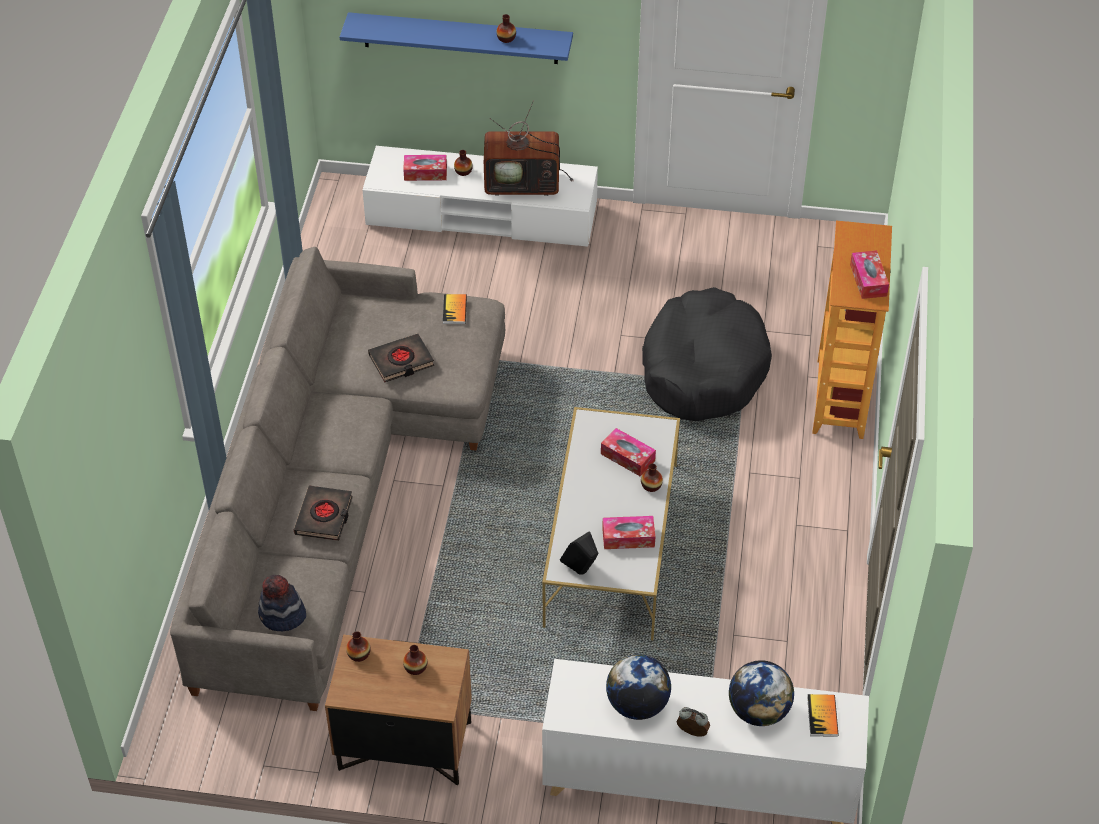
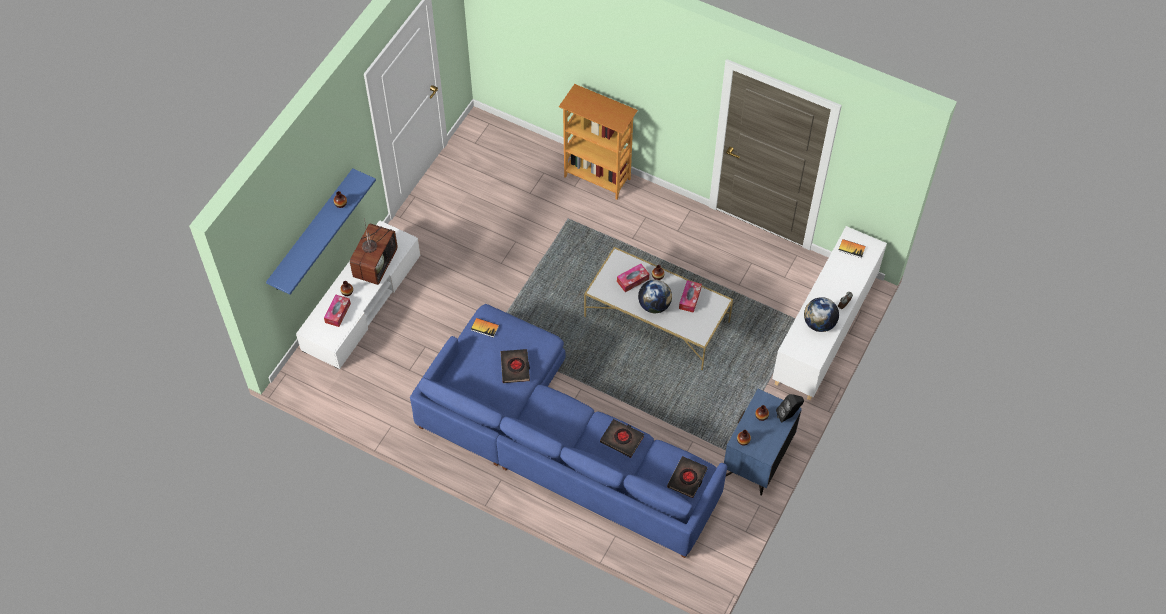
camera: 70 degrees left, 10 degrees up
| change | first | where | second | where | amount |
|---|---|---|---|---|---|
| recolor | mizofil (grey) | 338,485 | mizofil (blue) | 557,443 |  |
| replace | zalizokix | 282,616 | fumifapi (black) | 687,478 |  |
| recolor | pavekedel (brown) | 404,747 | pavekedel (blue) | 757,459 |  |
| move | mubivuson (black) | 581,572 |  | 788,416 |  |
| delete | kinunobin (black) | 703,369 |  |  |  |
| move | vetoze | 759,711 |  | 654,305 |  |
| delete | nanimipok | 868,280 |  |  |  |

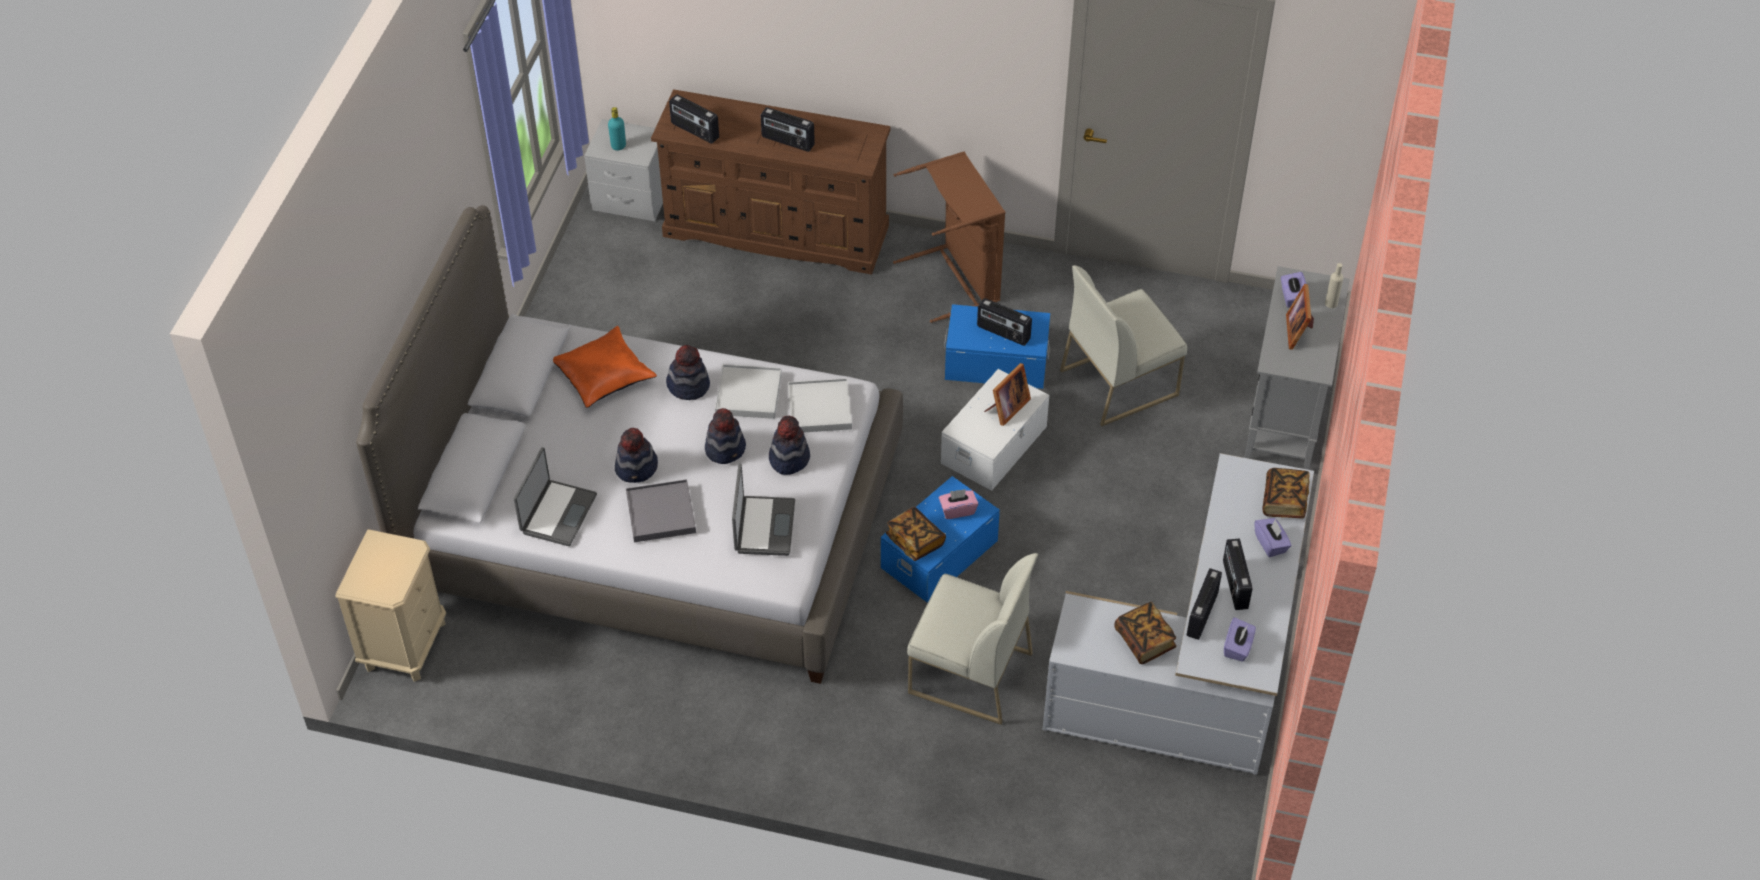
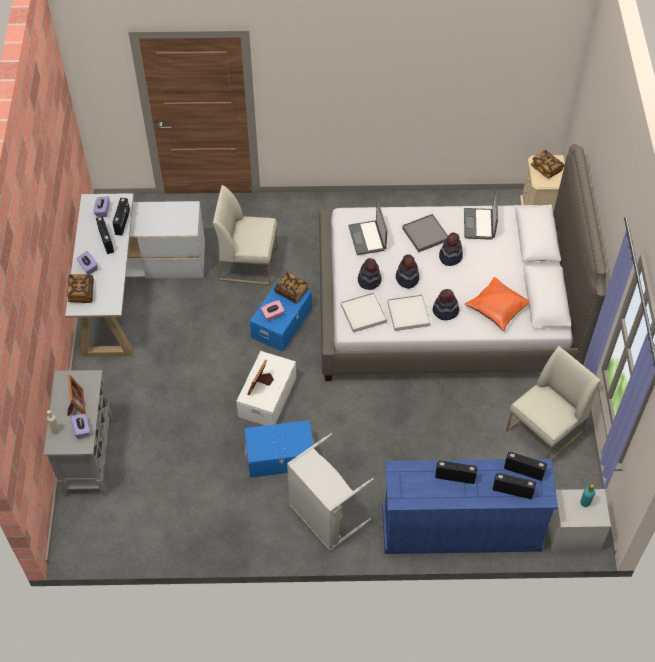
camera: 165 degrees right, 5 degrees up
| change | first | where | second | where | amount |
|---|---|---|---|---|---|
| recolor | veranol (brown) | 777,231 | veranol (blue) | 460,529 |  |
| recolor | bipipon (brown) | 957,279 | bipipon (grey) | 323,517 |  |
| move | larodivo | 1003,333 |  | 512,491 |  |
| move | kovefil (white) | 1119,382 |  | 545,432 |  |
| move | fumifapi | 1144,641 |  | 546,169 |  |

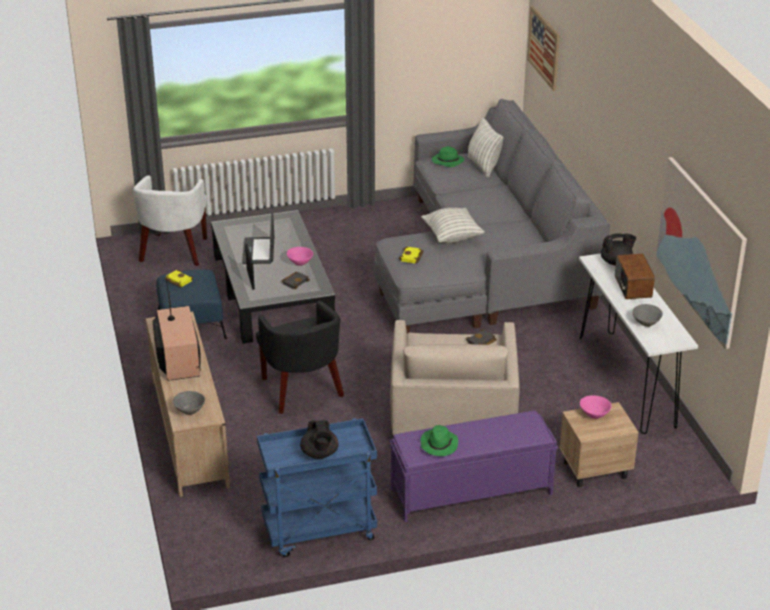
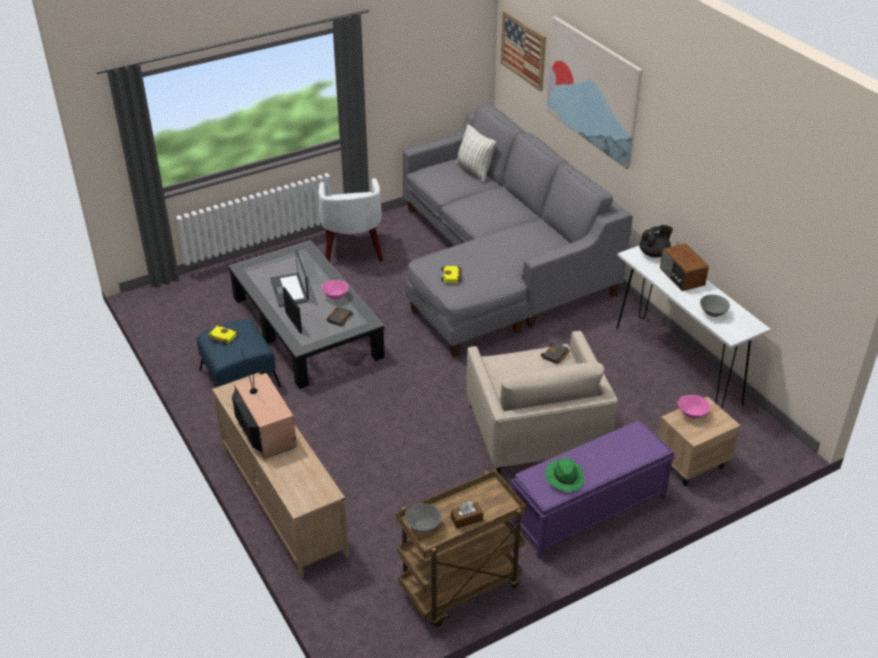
camera: 15 degrees left, 5 degrees up
| change | first | where | second | where | amount |
|---|---|---|---|---|---|
| move | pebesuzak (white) | 174,251 |  | 352,251 |  |
| move | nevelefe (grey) | 189,410 |  | 423,526 |  |
| delete | pebesuzak (black) | 302,390 |  |  |  |
| recolor | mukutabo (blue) | 319,532 | mukutabo (brown) | 459,589 |  |
| replace | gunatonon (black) | 319,454 | nanimipok (brown) | 466,519 |  |
| delete | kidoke | 452,236 |  |  |  |
| delete | zalizokix (green) | 447,162 |  |  |  |
| move | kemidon | 701,250 |  | 593,91 |  |

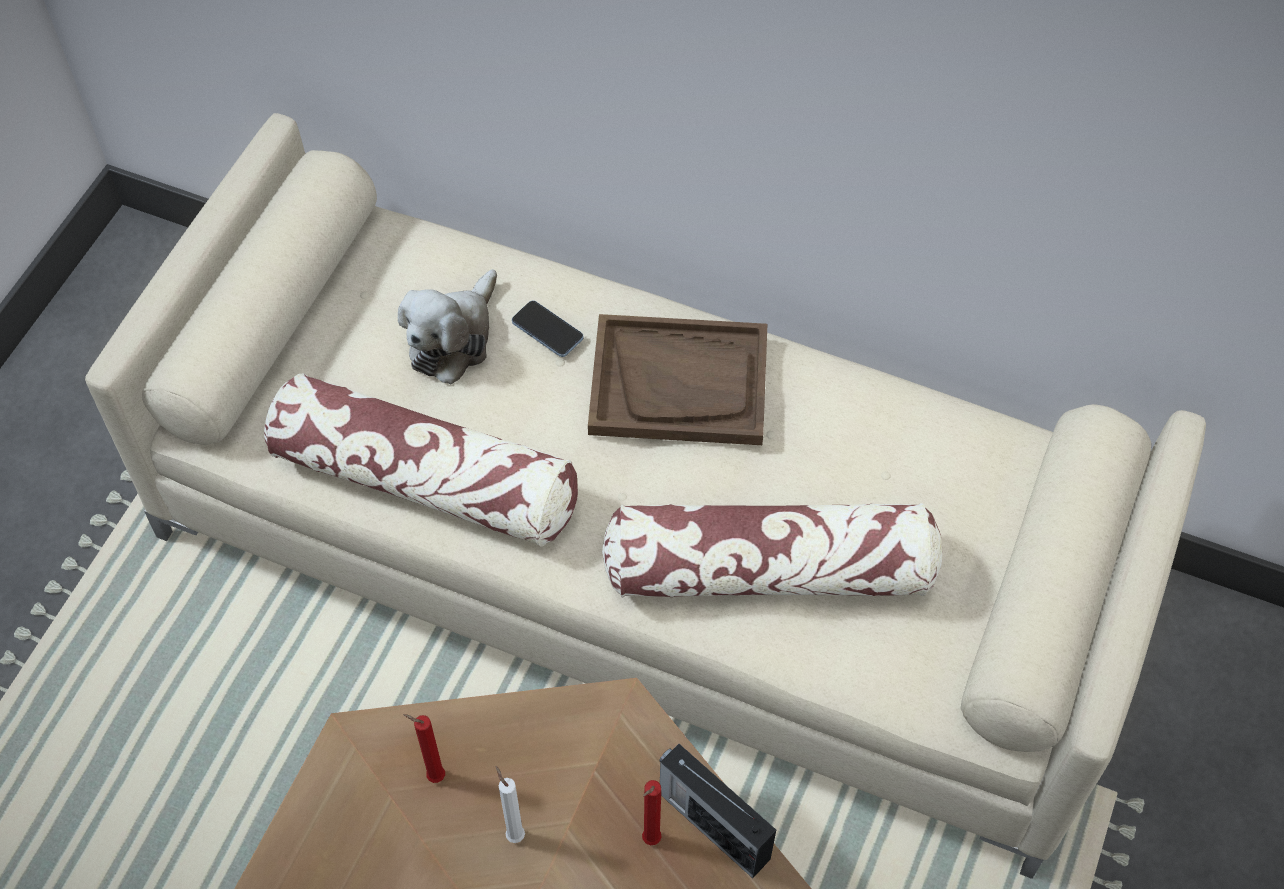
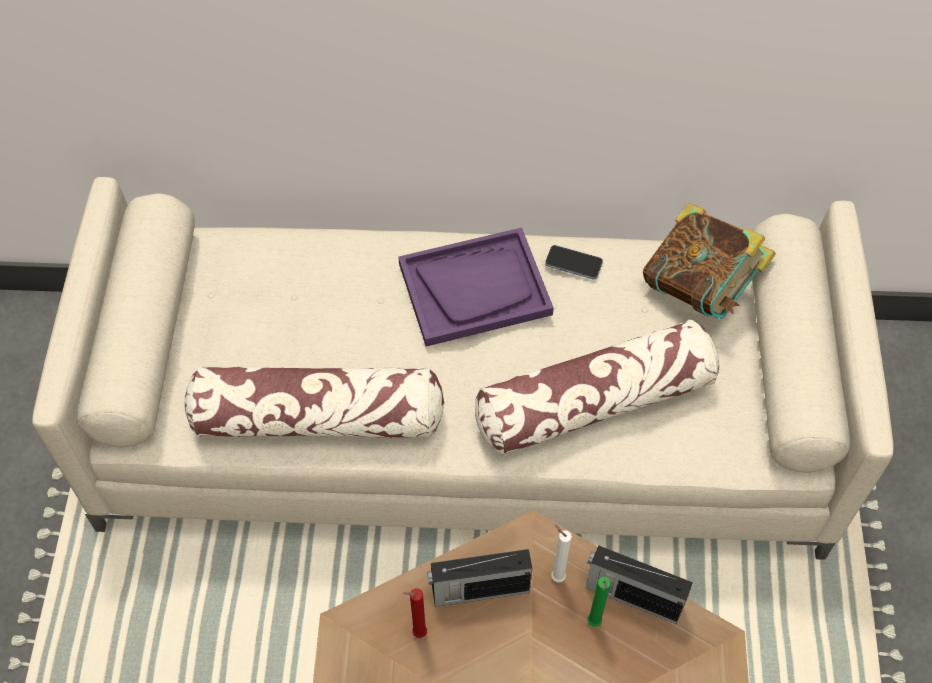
camera: 20 degrees left, 0 degrees up
| change | first | where | second | where | amount |
|---|---|---|---|---|---|
| delete | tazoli | 453,338 |  |  |  |
| move | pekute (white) | 514,833 |  | 556,576 |  |
| move | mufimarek | 547,330 |  | 573,263 |  |
| recolor | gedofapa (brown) | 679,383 | gedofapa (purple) | 475,288 |  |
| recolor | pekute (red) | 649,841 | pekute (green) | 593,624 |  |
| insert |  |  | larodivo | 478,590 |  |
| insert |  |  | fumifapi | 700,288 |  |

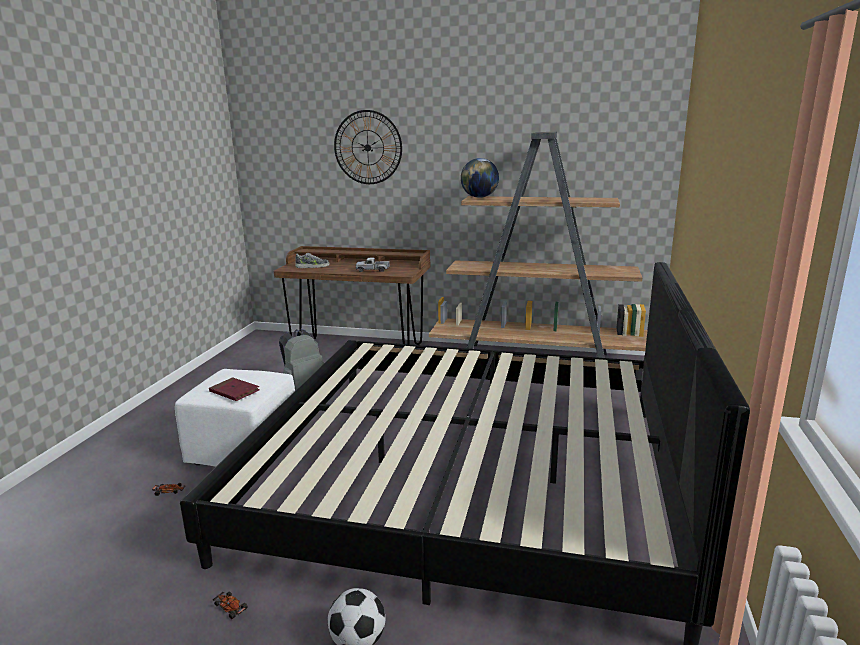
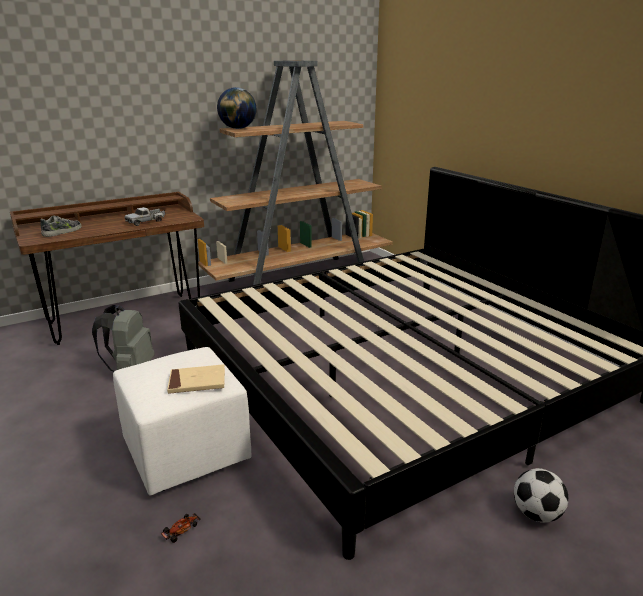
camera: 45 degrees left, 5 degrees up
| change | first | where | second | where | amount |
|---|---|---|---|---|---|
| recolor | fumifapi (red) | 234,391 | fumifapi (beige) | 197,382 |  |
| delete | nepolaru | 231,607 |  |  |  |
| delete | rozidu | 367,147 |  |  |  |

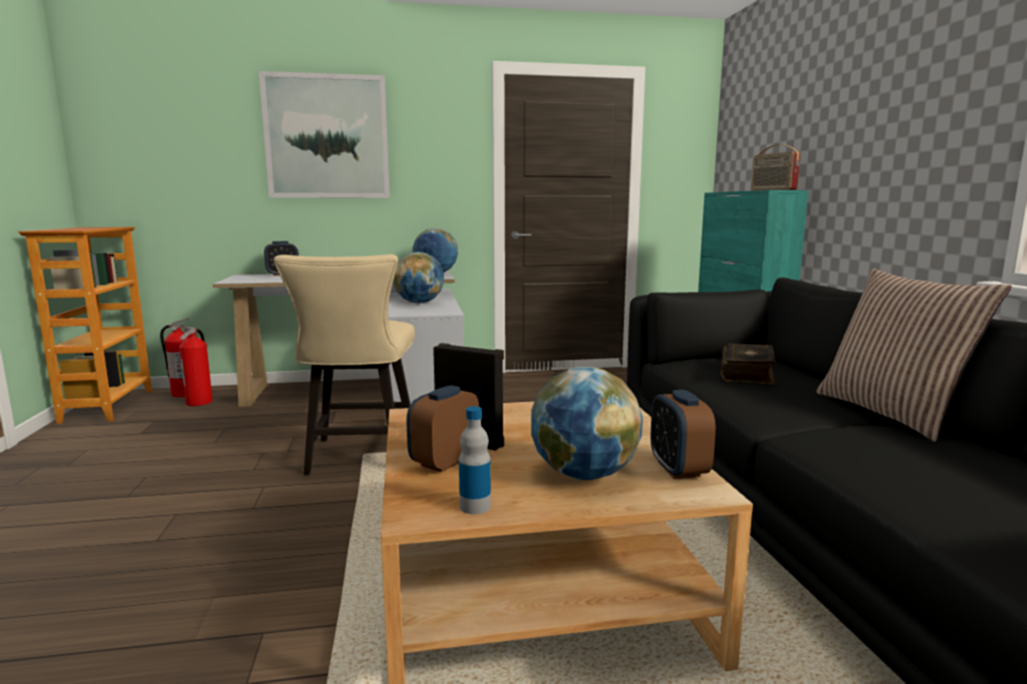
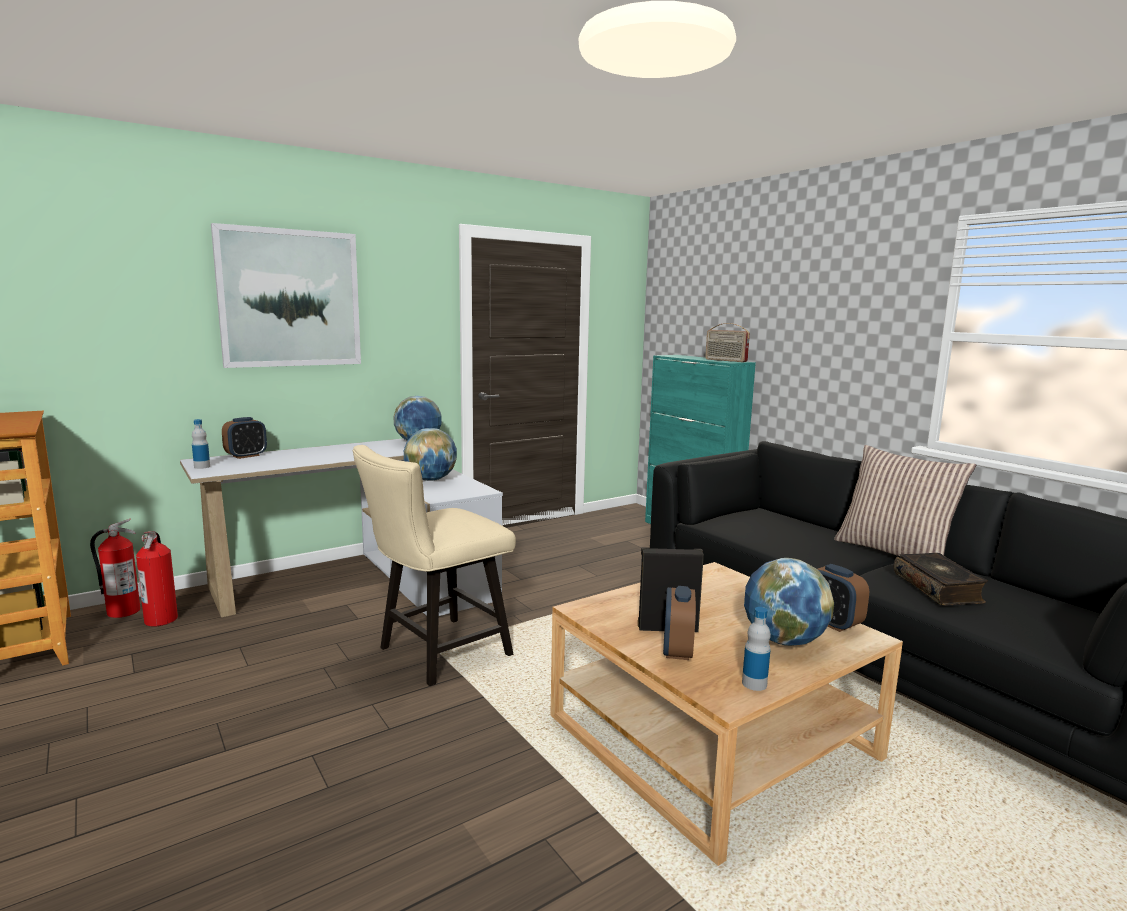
camera: 25 degrees left, 0 degrees up
| change | first | where | second | where | amount |
|---|---|---|---|---|---|
| rotate | kovefil (beige) | 360,459 |  | 436,654 | 75 degrees clockwise |
| move | fumifapi | 747,373 |  | 938,588 |  |
| insert |  |  | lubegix | 202,467 |  |

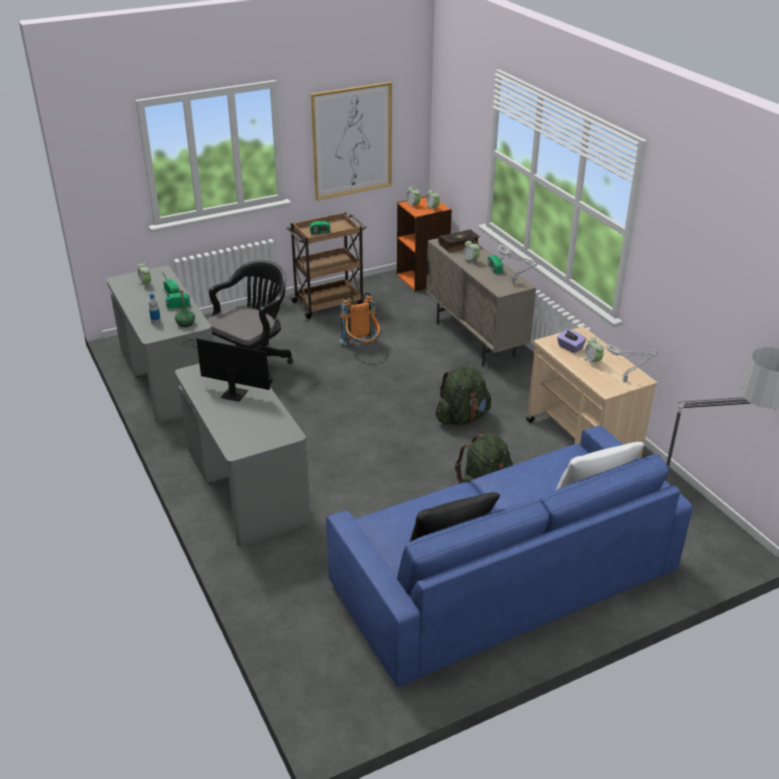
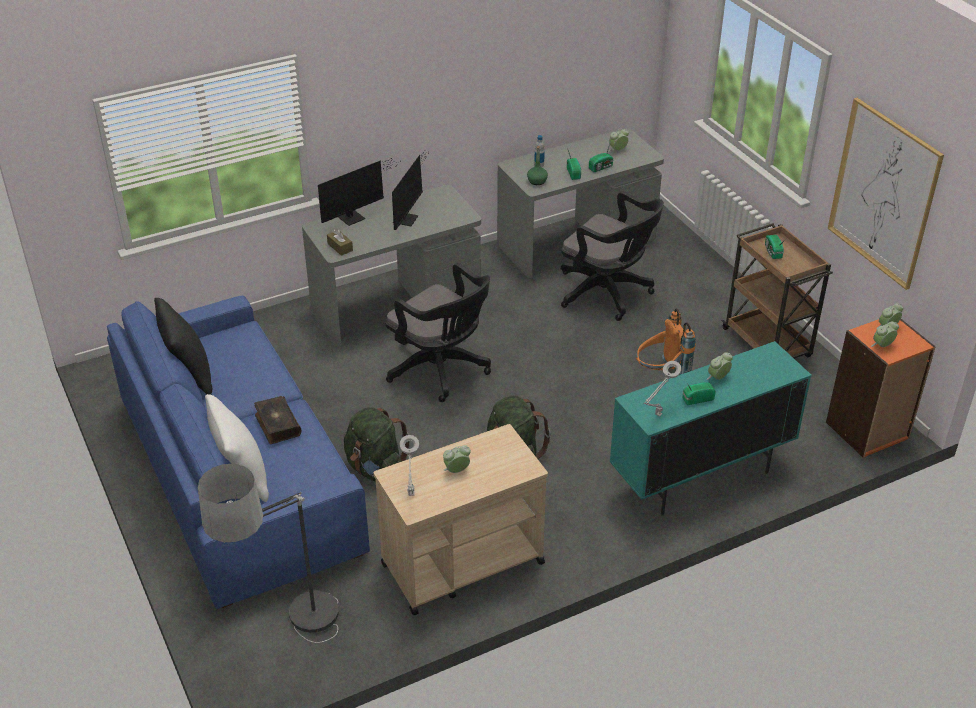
camera: 90 degrees right, 5 degrees up
| change | first | where | second | where | amount |
|---|---|---|---|---|---|
| recolor | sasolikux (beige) | 475,340 | sasolikux (turquoise) | 700,478 |  |
| move | fumifapi | 459,245 |  | 277,425 |  |
| delete | nanimipok (purple) | 570,347 |  |  |  |
| insert |  |  | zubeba | 355,217 |  |
| insert |  |  | nanimipok (brown) | 340,247 |  |
| insert |  |  | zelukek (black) | 441,370 |  |

